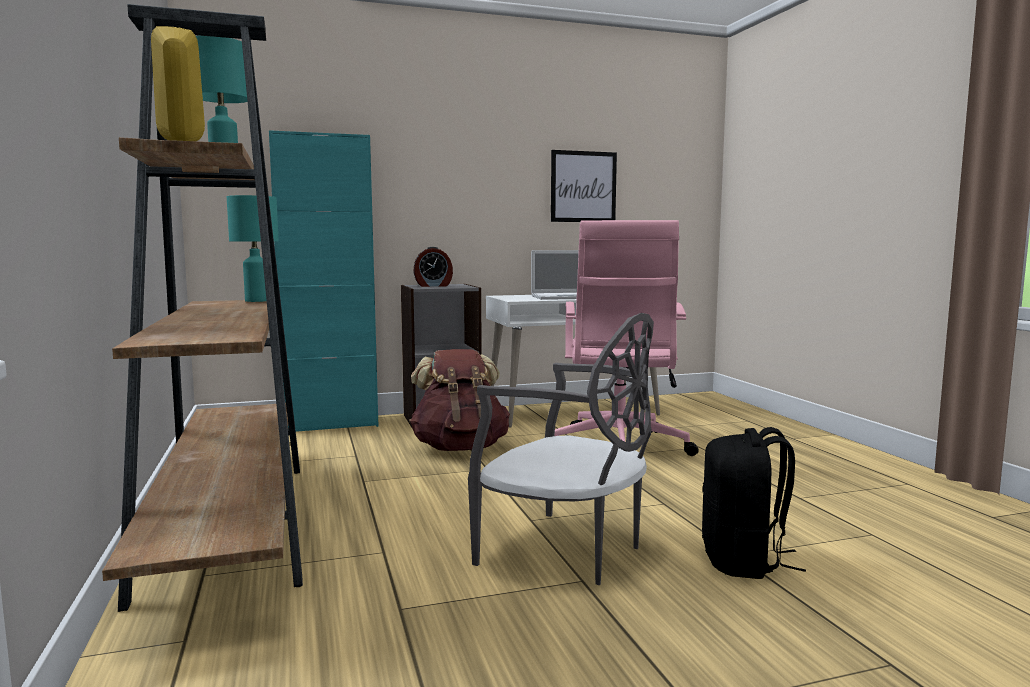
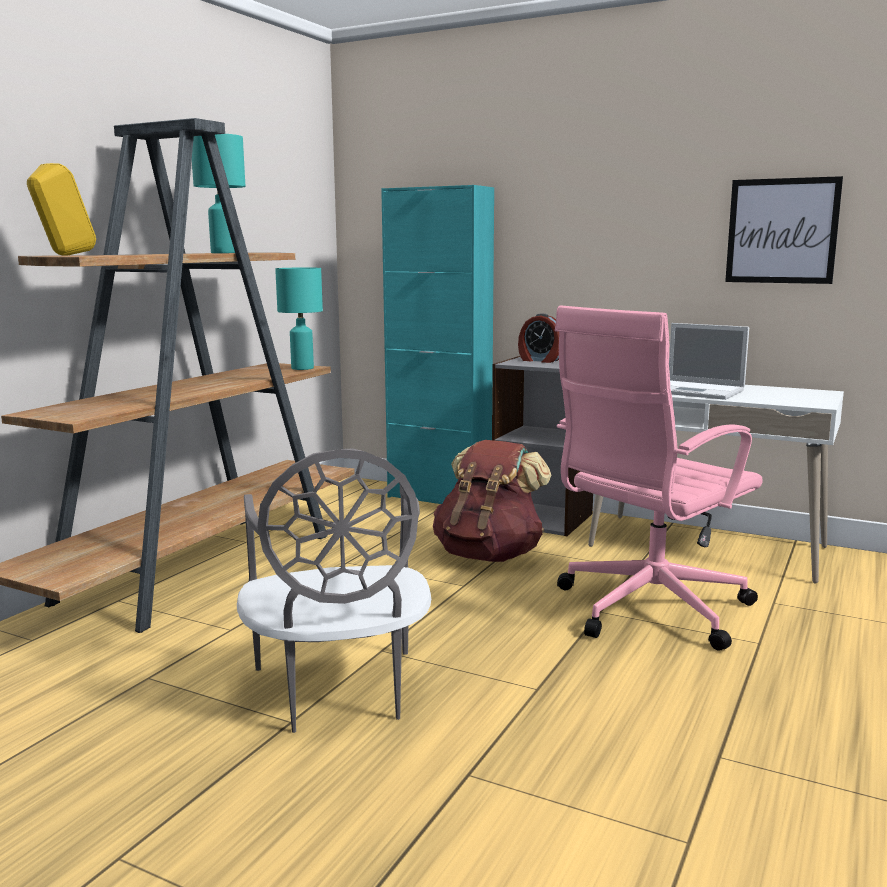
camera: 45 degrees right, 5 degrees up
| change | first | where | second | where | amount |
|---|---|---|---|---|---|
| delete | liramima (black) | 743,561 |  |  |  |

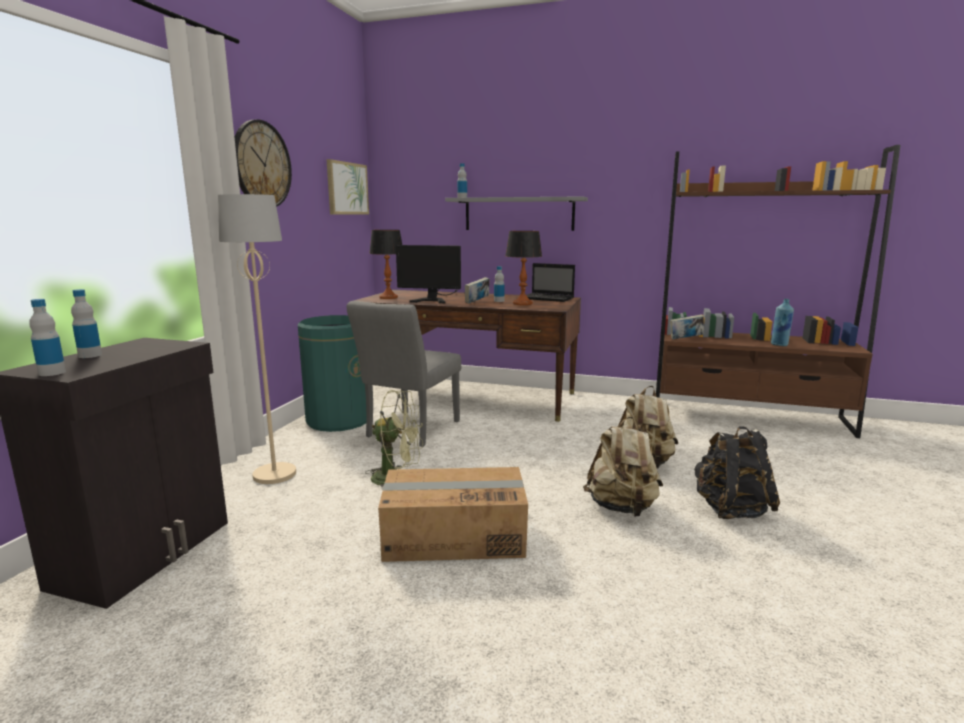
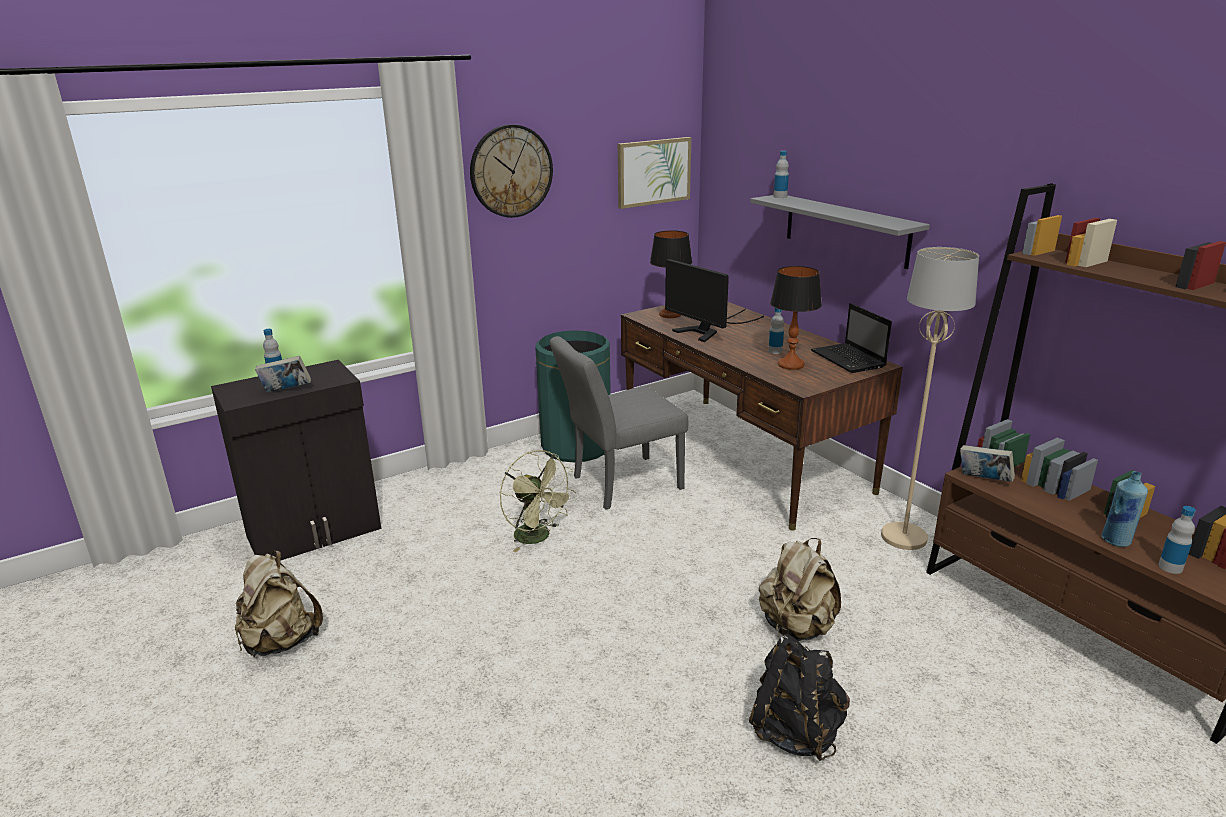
camera: 40 degrees right, 10 degrees up
| change | first | where | second | where | amount |
|---|---|---|---|---|---|
| move | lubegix | 52,373 |  | 1170,567 |  |
| move | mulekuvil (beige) | 274,474 |  | 903,537 |  |
| delete | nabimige | 454,535 |  |  |  |
| move | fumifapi | 477,302 |  | 286,391 |  |
| move | liramima (beige) | 622,508 |  | 281,641 |  |

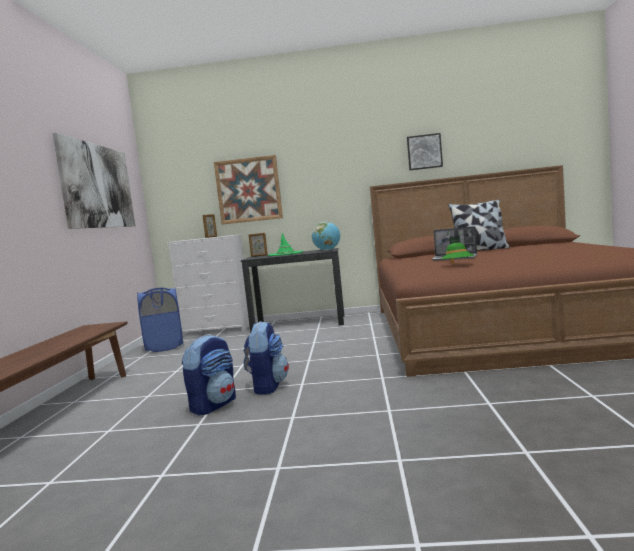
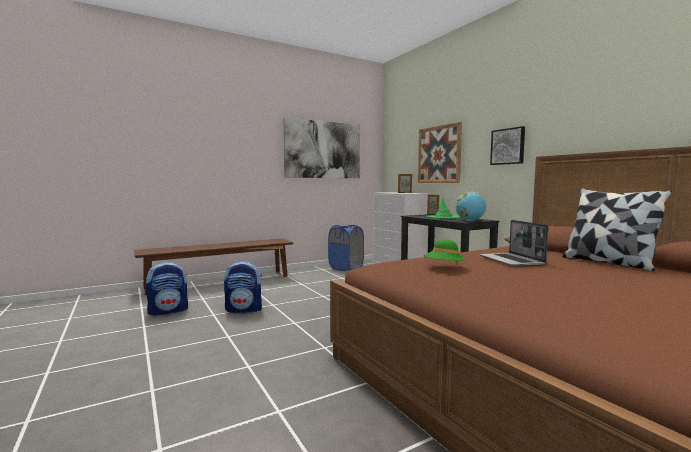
camera: 55 degrees right, 0 degrees up
| change | first | where | second | where | amount |
|---|---|---|---|---|---|
| move | liramima | 267,386 |  | 168,311 |  |
| move | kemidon | 424,152 |  | 508,146 |  |

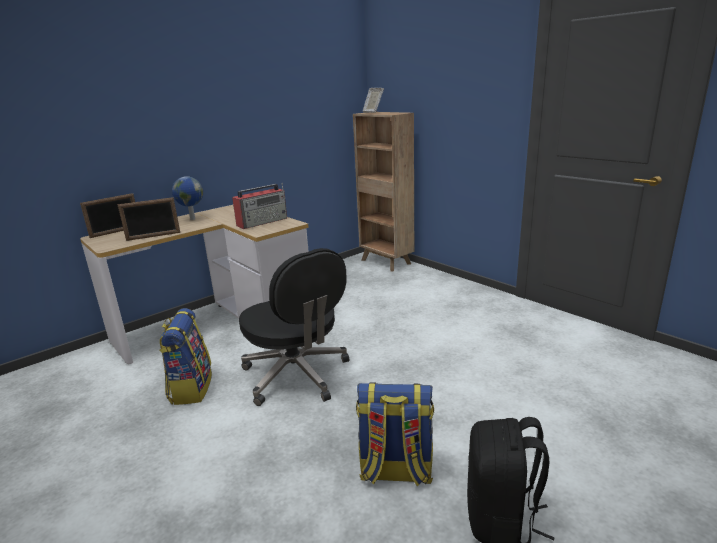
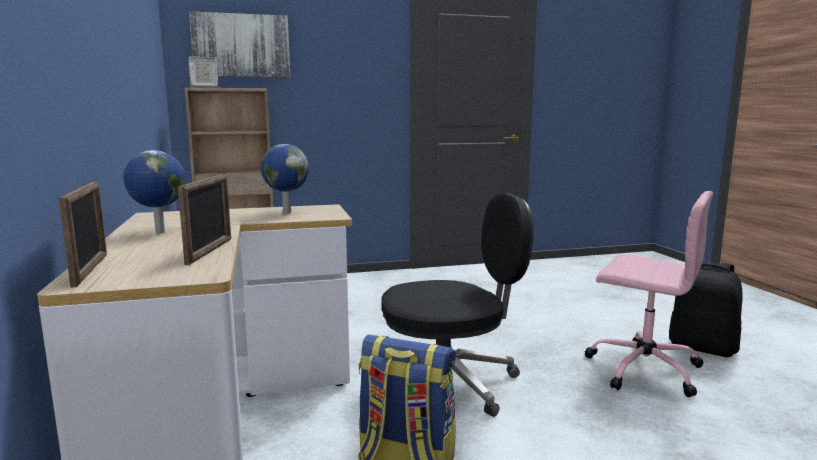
camera: 65 degrees left, 10 degrees down
| change | first | where | second | where | amount |
|---|---|---|---|---|---|
| replace | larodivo | 263,222 | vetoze | 286,212 |  |
| replace | liramima | 395,471 | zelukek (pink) | 642,368 |  |
| insert |  |  | kemidon | 241,46 |  |

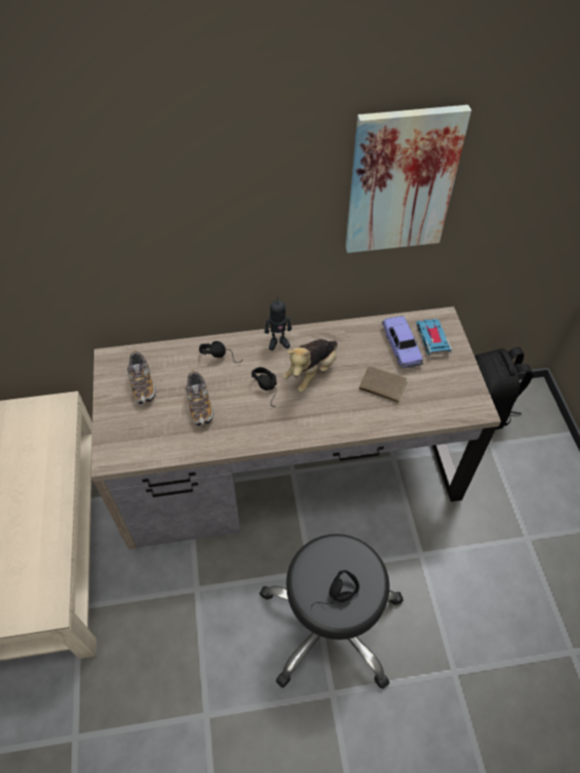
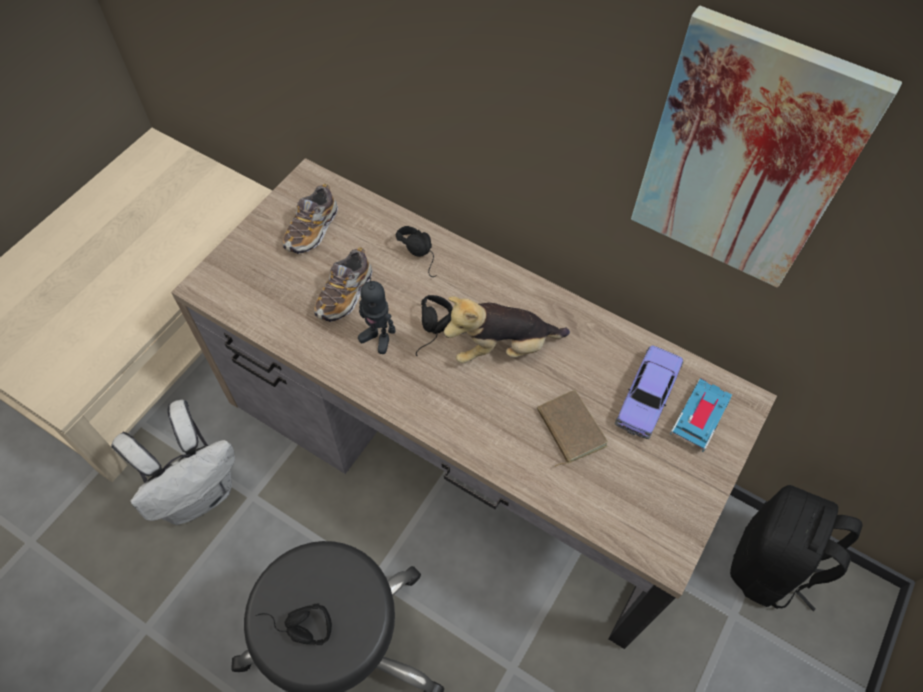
camera: 40 degrees right, 5 degrees up
| change | first | where | second | where | amount |
|---|---|---|---|---|---|
| move | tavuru | 278,342 |  | 378,338 |  |
| insert |  |  | liramima (white) | 198,492 |  |

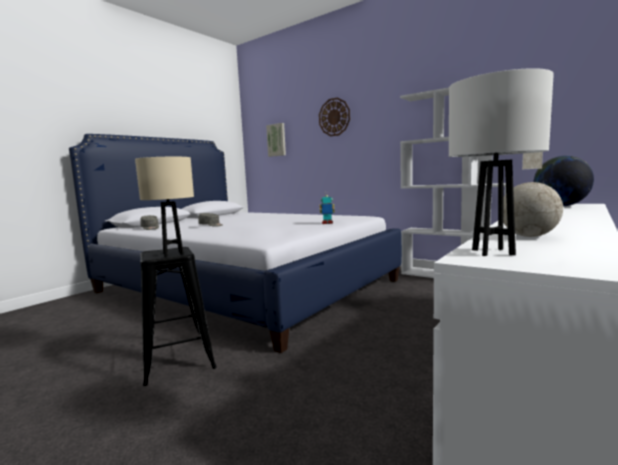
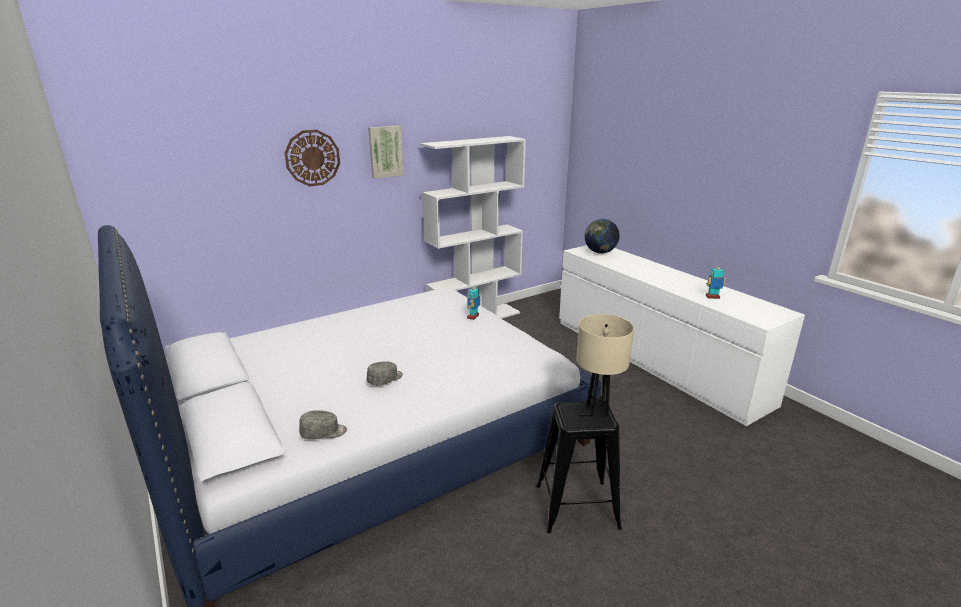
camera: 70 degrees left, 15 degrees up
| change | first | where | second | where | amount |
|---|---|---|---|---|---|
| move | kemidon | 277,140 |  | 385,151 |  |
| delete | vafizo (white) | 492,252 |  |  |  |
| replace | vetoze | 528,236 | tavuru | 712,297 |  |

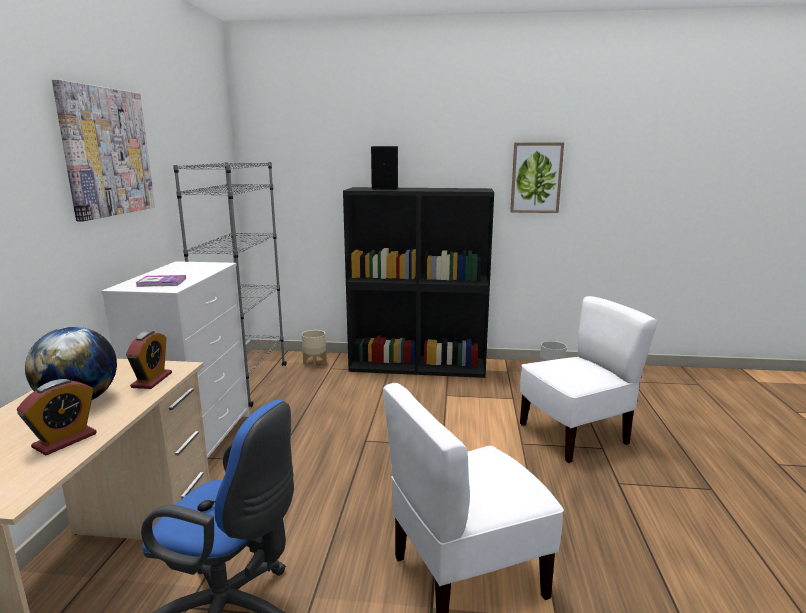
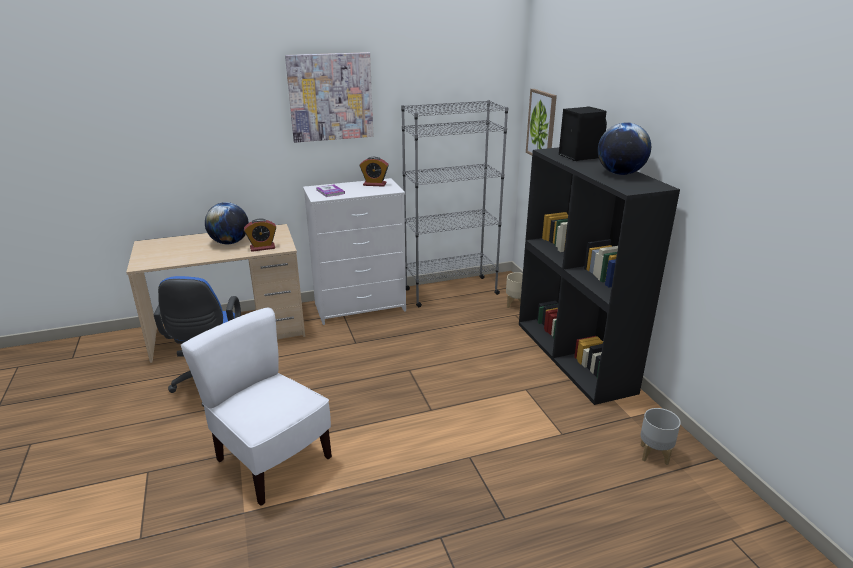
camera: 65 degrees right, 10 degrees up
| change | first | where | second | where | amount |
|---|---|---|---|---|---|
| move | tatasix | 65,440 |  | 374,184 |  |
| move | kemidon | 536,178 |  | 542,125 |  |
| delete | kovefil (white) | 574,435 |  |  |  |
| insert |  |  | vetoze | 620,174 |  |

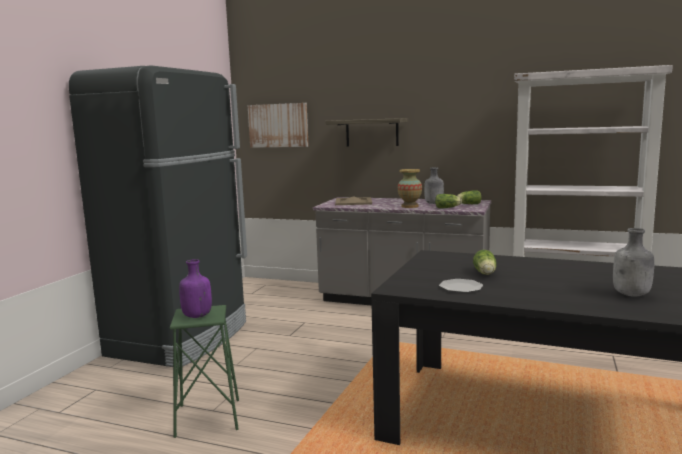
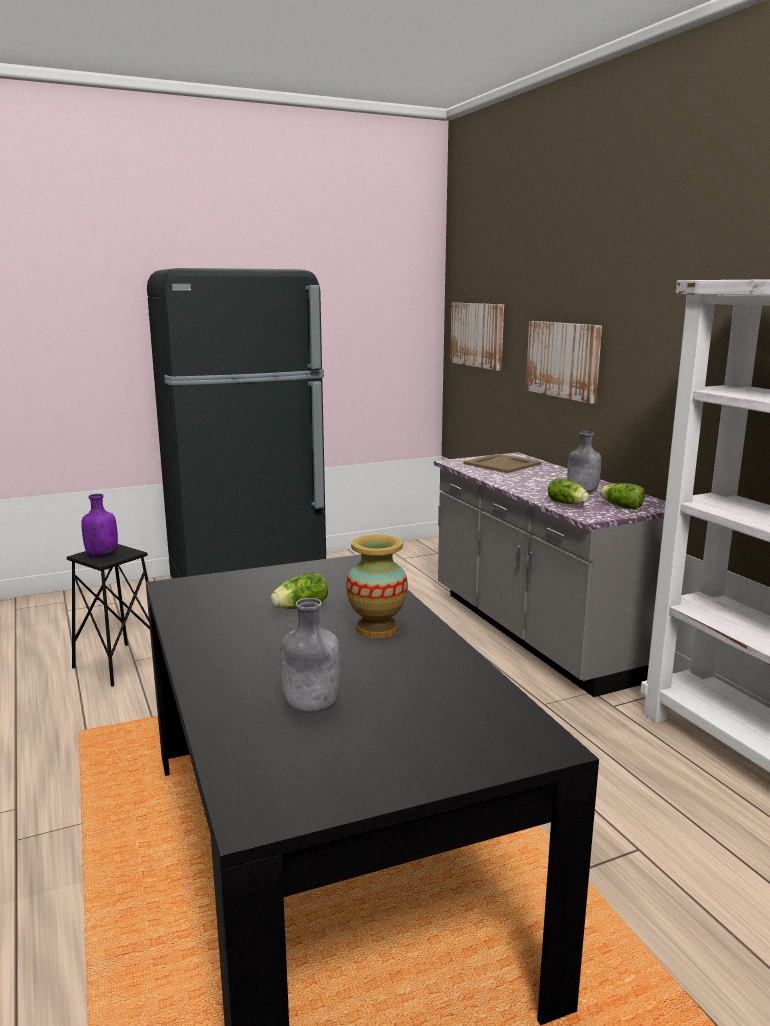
camera: 45 degrees right, 5 degrees up
| change | first | where | second | where | amount |
|---|---|---|---|---|---|
| recolor | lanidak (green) | 208,417 | lanidak (black) | 119,664 |  |
| replace | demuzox | 372,132 | kemidon | 563,360 |  |
| move | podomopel | 410,206 |  | 377,629 |  |
| delete | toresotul | 460,287 |  |  |  |

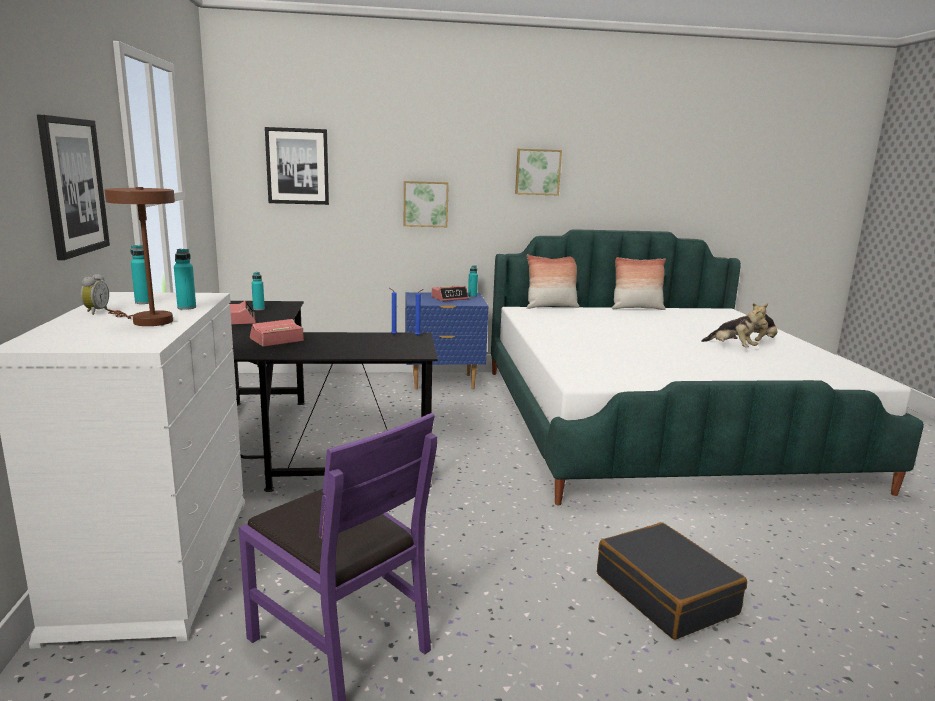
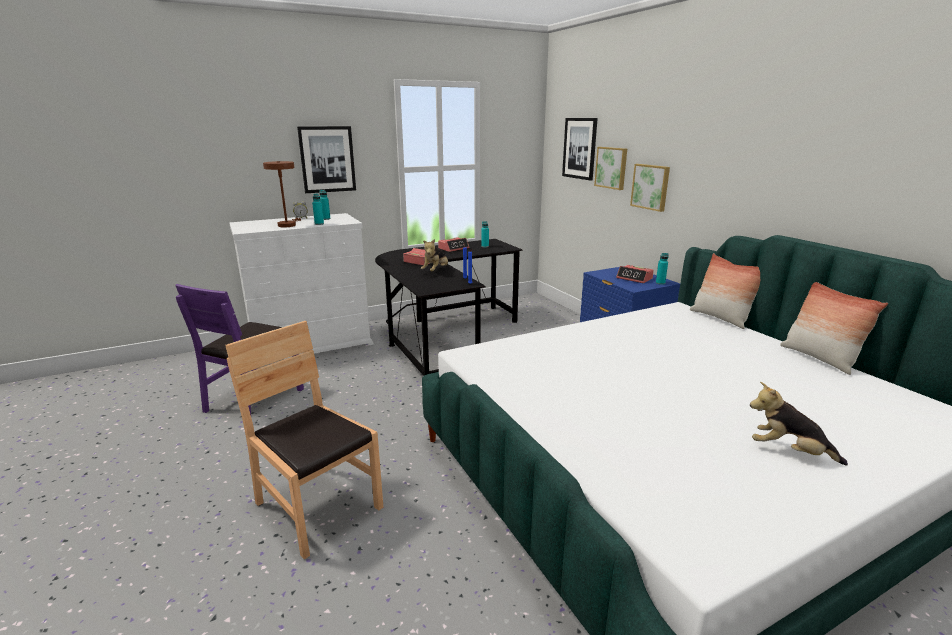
camera: 70 degrees right, 5 degrees up
| change | first | where | second | where | amount |
|---|---|---|---|---|---|
| move | kemidon | 537,172 |  | 612,167 |  |
| replace | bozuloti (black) | 666,594 | kovefil (brown) | 317,507 |  |
| move | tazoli | 731,348 |  | 436,271 |  |

